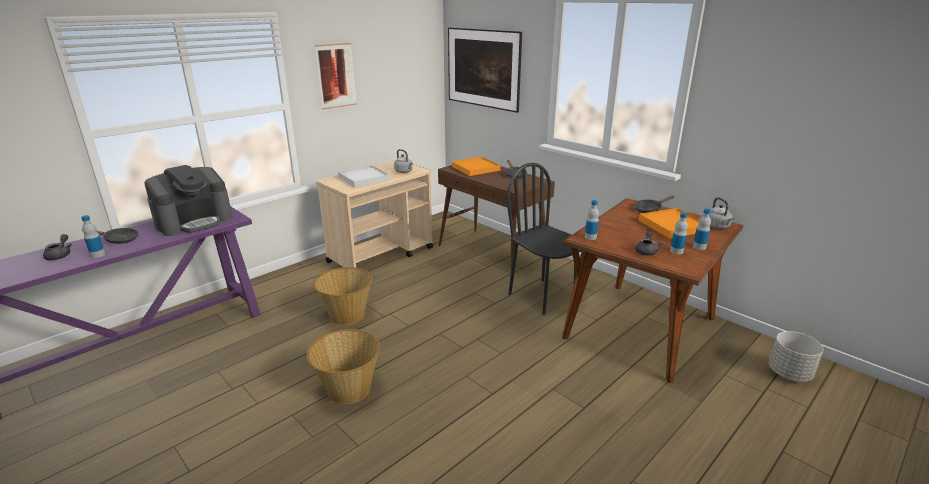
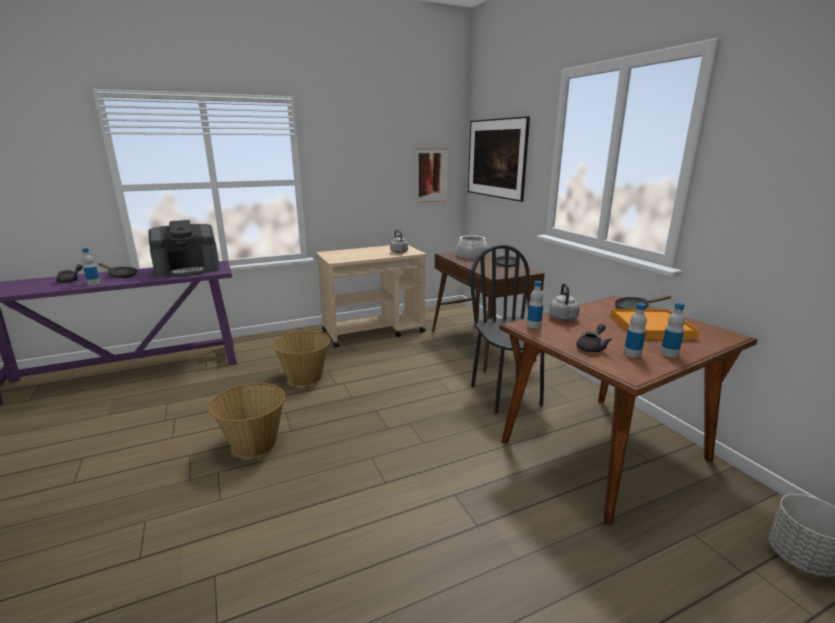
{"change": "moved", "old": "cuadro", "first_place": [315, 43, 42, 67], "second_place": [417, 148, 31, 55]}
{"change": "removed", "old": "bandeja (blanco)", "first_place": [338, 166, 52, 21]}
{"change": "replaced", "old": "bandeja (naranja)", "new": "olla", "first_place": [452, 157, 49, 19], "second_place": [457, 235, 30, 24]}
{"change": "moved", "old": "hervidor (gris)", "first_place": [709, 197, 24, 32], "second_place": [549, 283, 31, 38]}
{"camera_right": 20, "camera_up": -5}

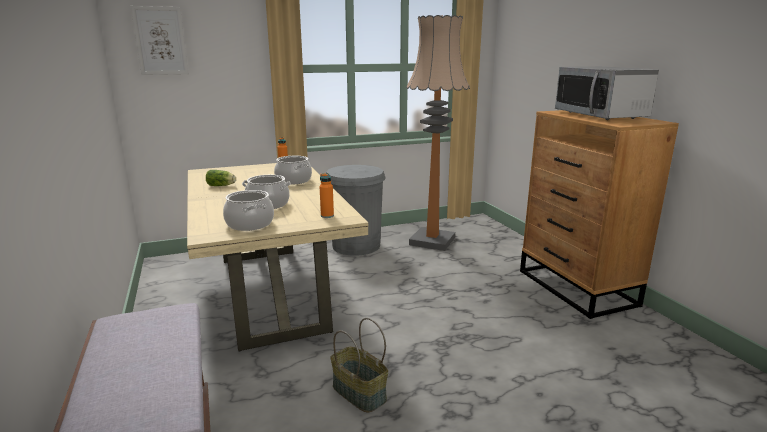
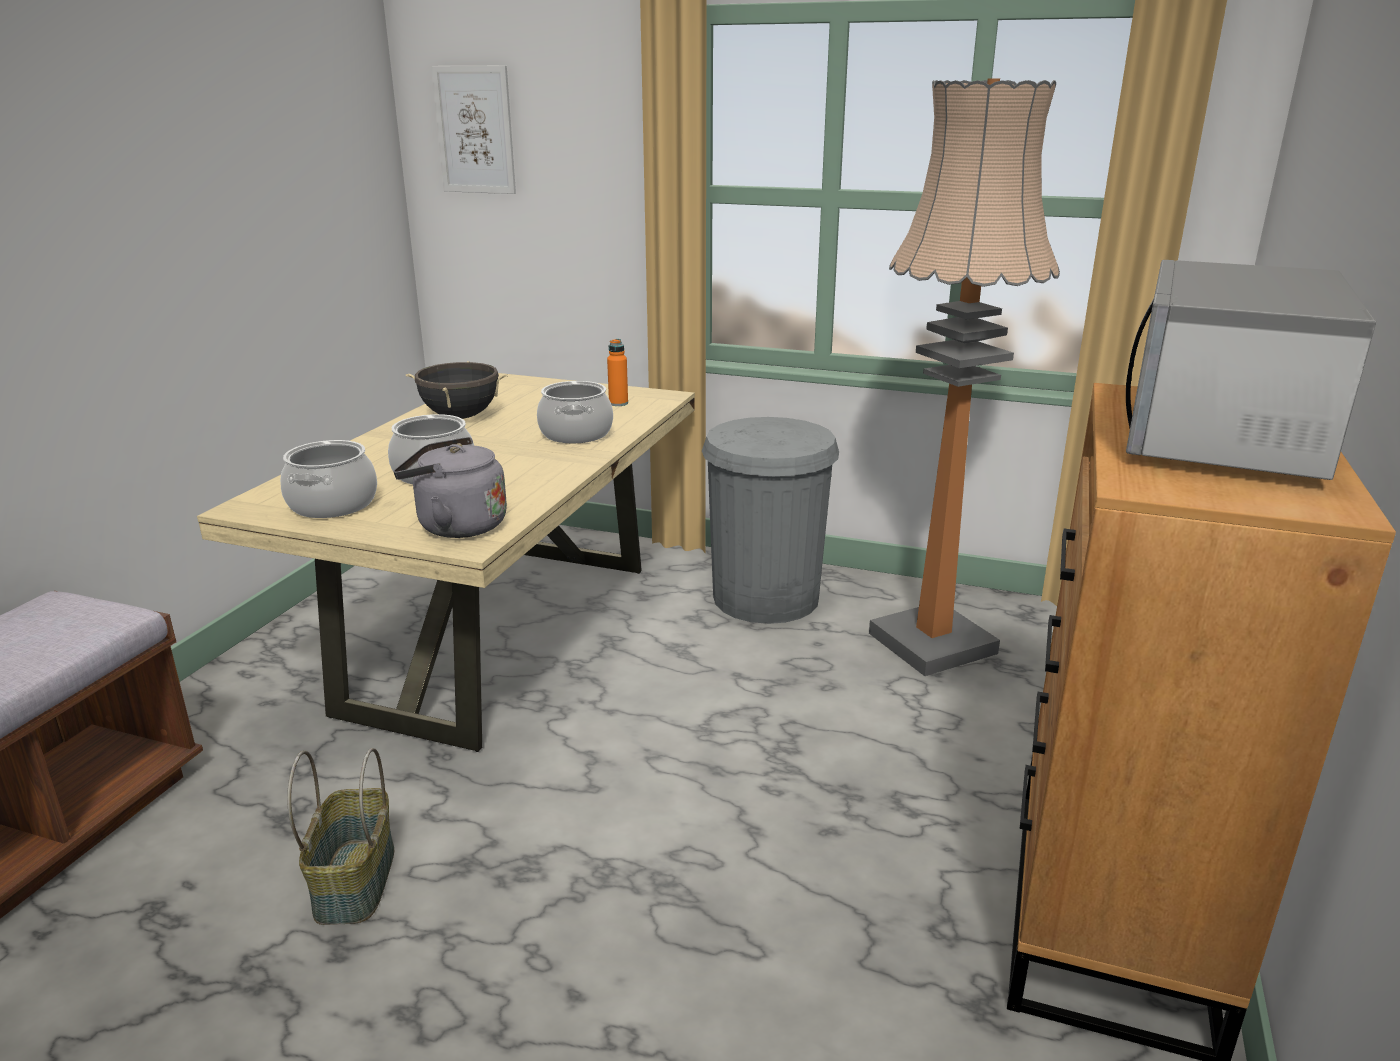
{"change": "replaced", "old": "lechuga", "new": "olla (negro)", "first_place": [206, 170, 30, 16], "second_place": [406, 361, 102, 58]}
{"change": "replaced", "old": "botella (naranja)", "new": "hervidor (gris)", "first_place": [320, 173, 14, 45], "second_place": [393, 437, 114, 101]}
{"camera_right": 40, "camera_up": 5}

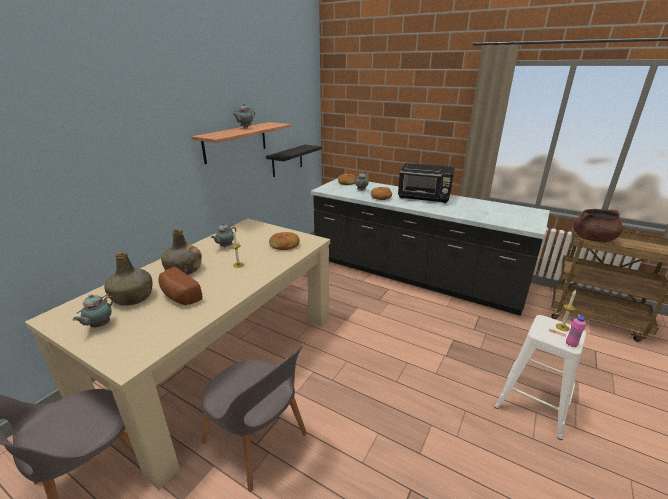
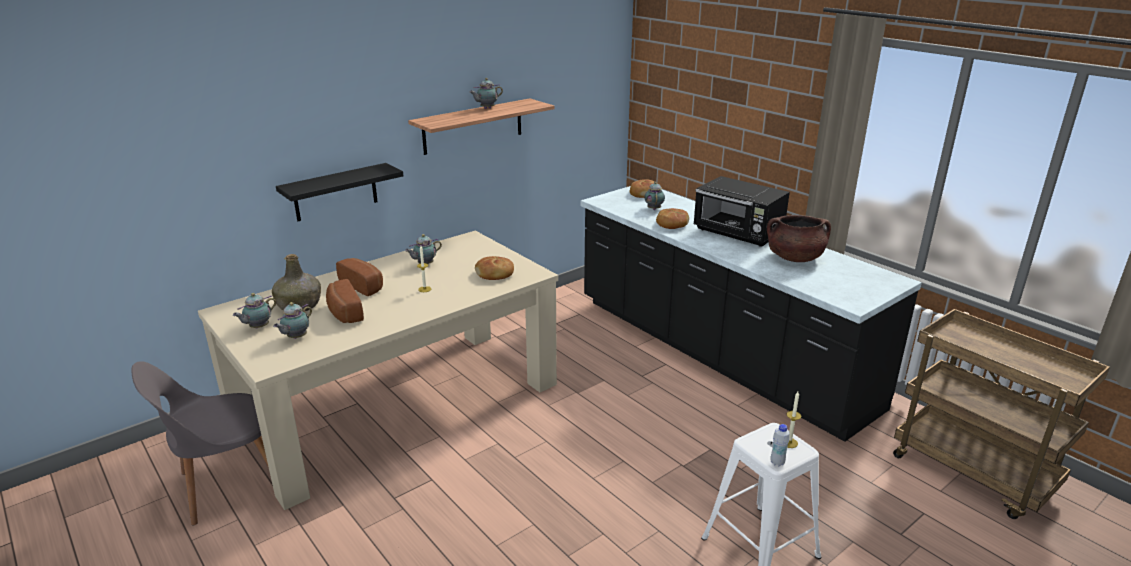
{"change": "replaced", "old": "botella (verde)", "new": "pan", "first_place": [161, 229, 41, 46], "second_place": [336, 258, 47, 38]}
{"change": "removed", "old": "silla (gris)", "first_place": [202, 346, 105, 146]}
{"change": "moved", "old": "estante (negro)", "first_place": [266, 145, 56, 32], "second_place": [276, 163, 127, 58]}
{"change": "recoloured", "old": "botella (rosa)", "new": "botella (blanco)", "first_place": [566, 316, 20, 31], "second_place": [771, 424, 19, 42]}
{"change": "moved", "old": "olla (marrón)", "first_place": [574, 209, 49, 33], "second_place": [767, 215, 64, 47]}
{"change": "added", "new": "tetera", "second_place": [273, 302, 39, 37]}
{"camera_right": 20, "camera_up": 0}

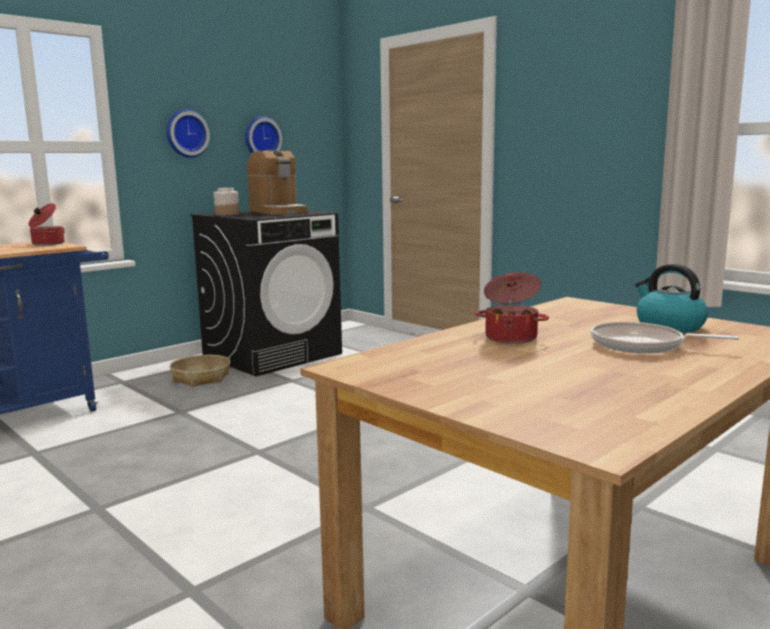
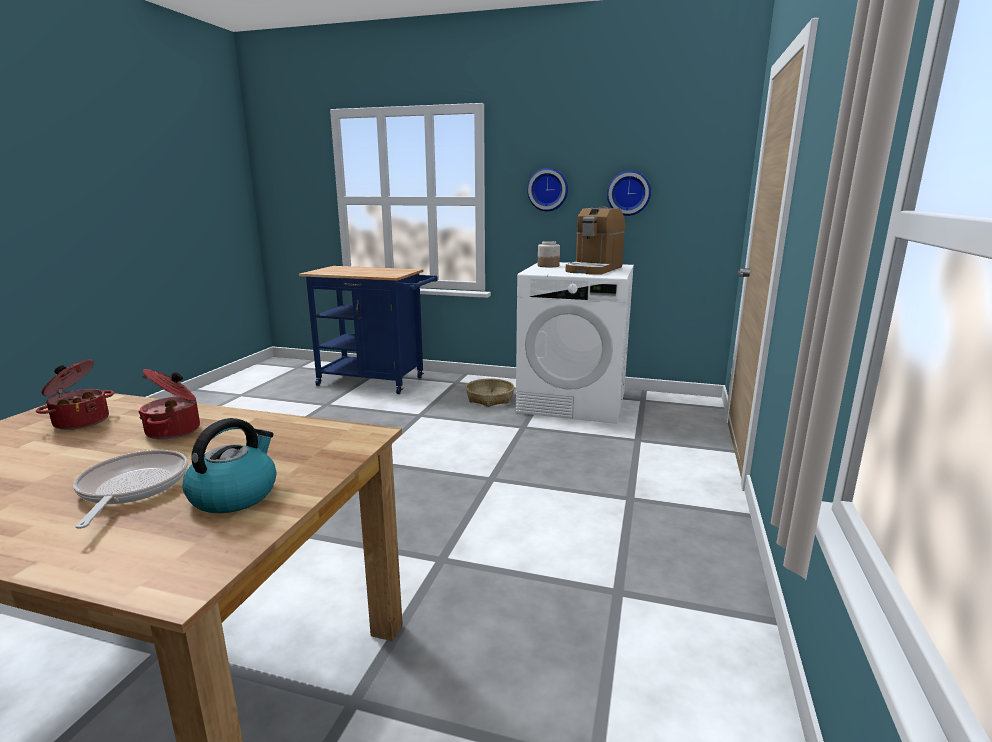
{"change": "moved", "old": "olla", "first_place": [29, 203, 36, 43], "second_place": [36, 359, 78, 71]}
{"change": "recoloured", "old": "lavadora (negro)", "new": "lavadora (blanco)", "first_place": [190, 210, 152, 166], "second_place": [516, 262, 118, 162]}
{"camera_right": 60, "camera_up": 5}

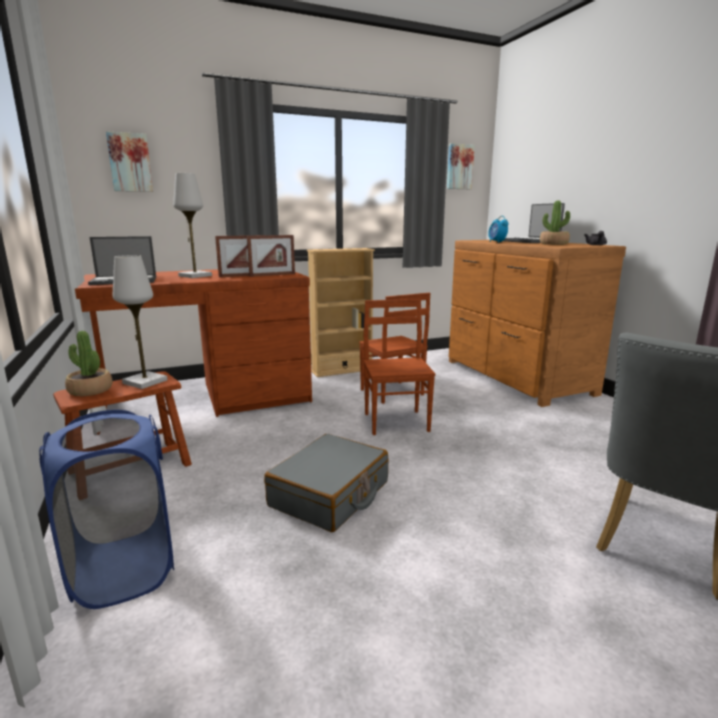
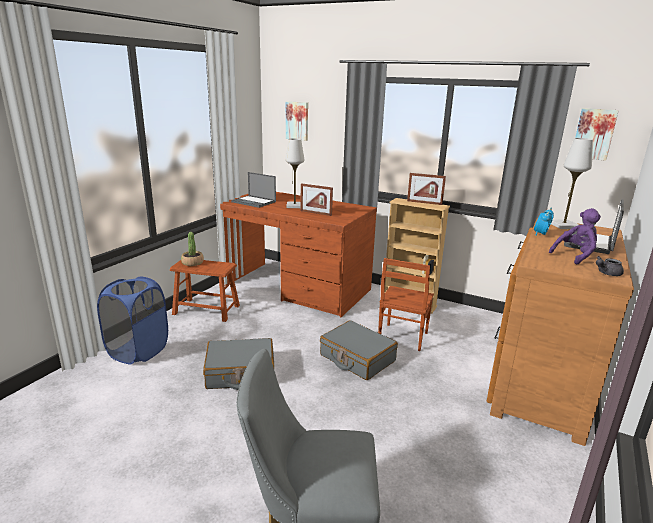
{"change": "moved", "old": "lámpara de mesa (blanco)", "first_place": [113, 255, 55, 134], "second_place": [551, 138, 42, 91]}
{"change": "moved", "old": "portarretratos", "first_place": [247, 235, 48, 42], "second_place": [407, 173, 39, 32]}
{"change": "replaced", "old": "silla (marrón)", "new": "maleta (gris)", "first_place": [364, 299, 72, 136], "second_place": [320, 320, 78, 60]}
{"change": "replaced", "old": "planta en maceta", "new": "peluche (morado)", "first_place": [540, 200, 30, 45], "second_place": [549, 208, 52, 57]}
{"camera_right": 50, "camera_up": 5}

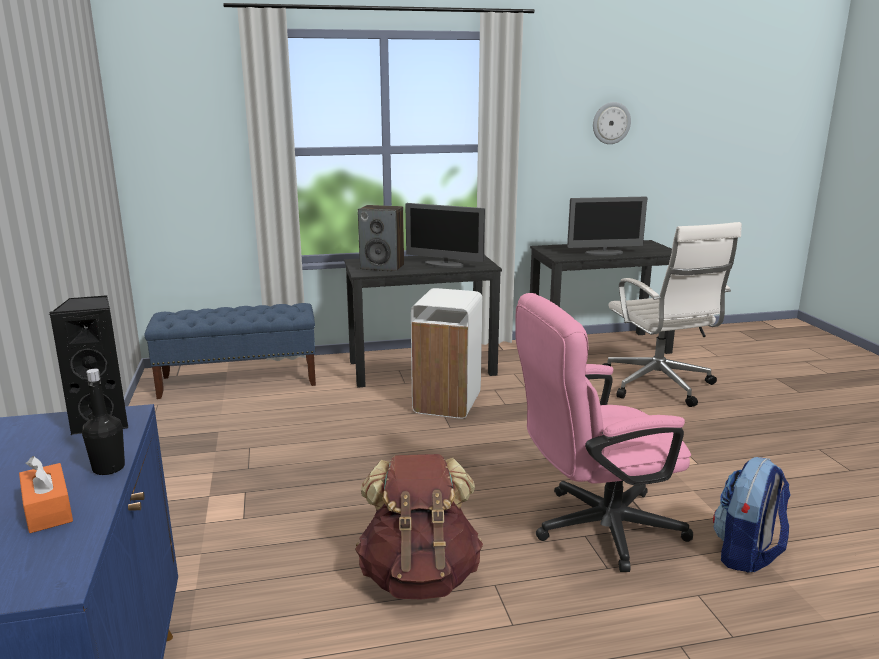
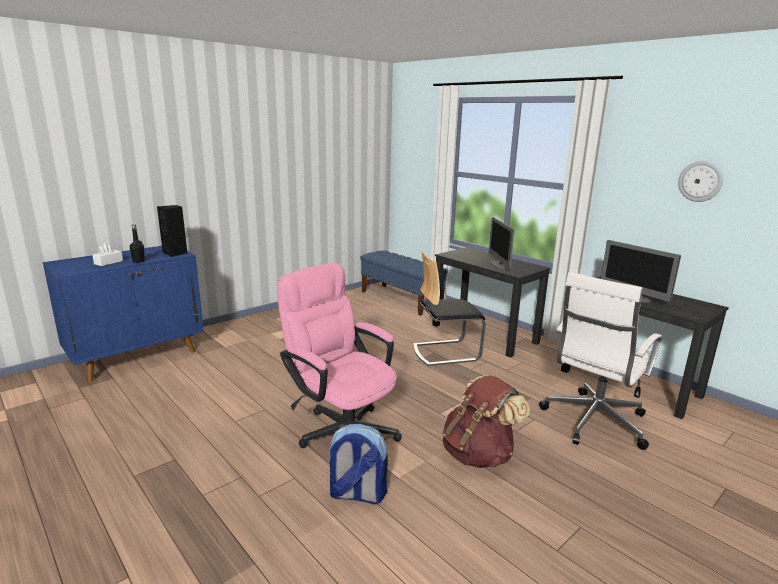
{"change": "recoloured", "old": "caja de pañuelos (naranja)", "new": "caja de pañuelos (blanco)", "first_place": [19, 456, 54, 77], "second_place": [92, 243, 31, 23]}
{"change": "moved", "old": "mochila (marrón)", "first_place": [355, 454, 128, 146], "second_place": [442, 375, 88, 93]}
{"change": "removed", "old": "altavoz", "first_place": [358, 205, 46, 67]}
{"change": "replaced", "old": "papelera (blanco)", "new": "silla", "first_place": [411, 288, 71, 130], "second_place": [413, 250, 73, 116]}
{"camera_right": 60, "camera_up": 0}

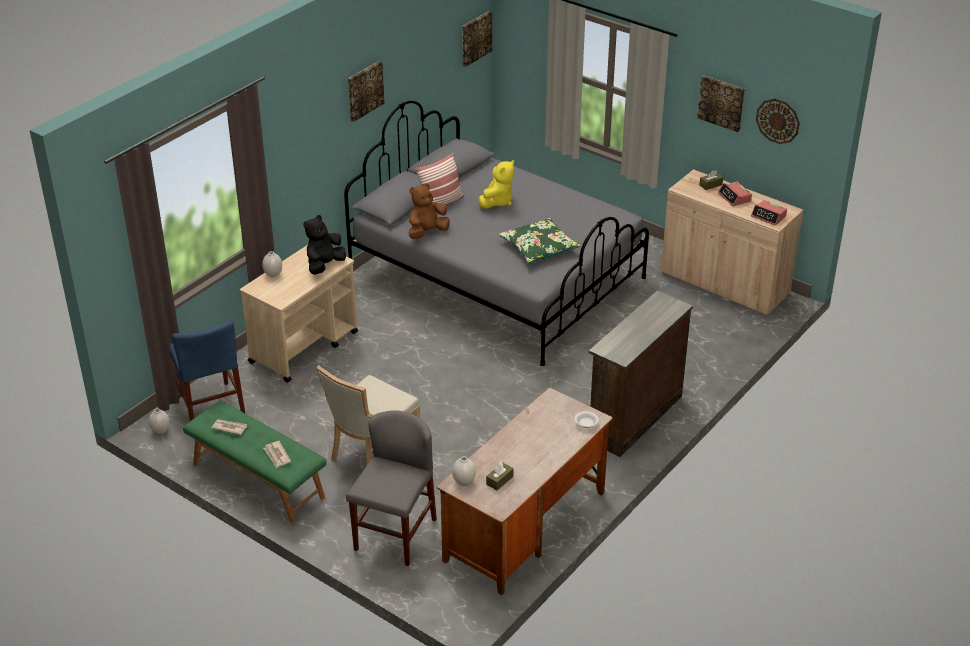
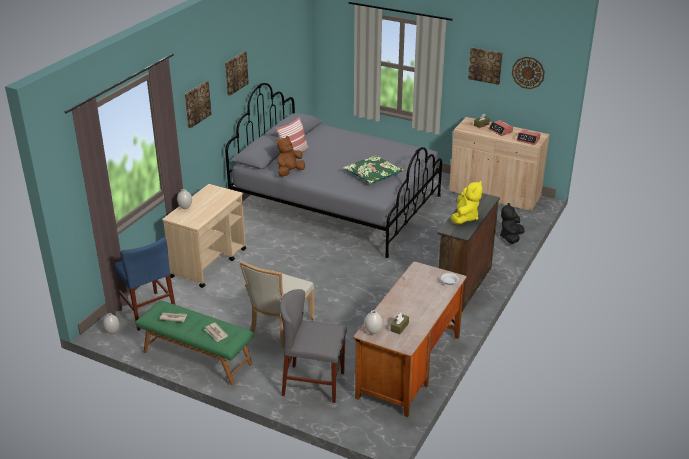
{"change": "moved", "old": "peluche (negro)", "first_place": [303, 215, 43, 60], "second_place": [500, 203, 25, 41]}
{"change": "turned", "old": "silla (gris)", "first_place": [346, 410, 91, 156], "second_place": [280, 289, 67, 114], "degrees": -90}
{"change": "moved", "old": "cuadro", "first_place": [462, 11, 30, 56], "second_place": [185, 81, 27, 47]}
{"change": "moved", "old": "peluche (amarillo)", "first_place": [478, 160, 36, 49], "second_place": [451, 181, 32, 44]}
{"camera_right": -10, "camera_up": -5}

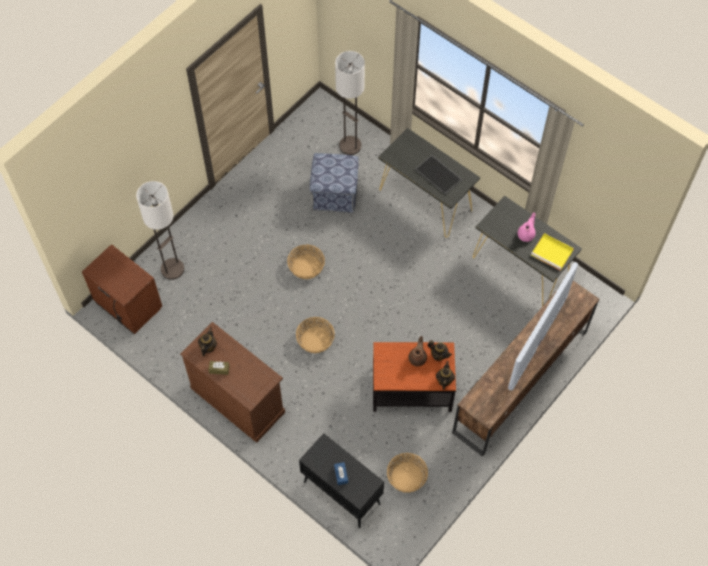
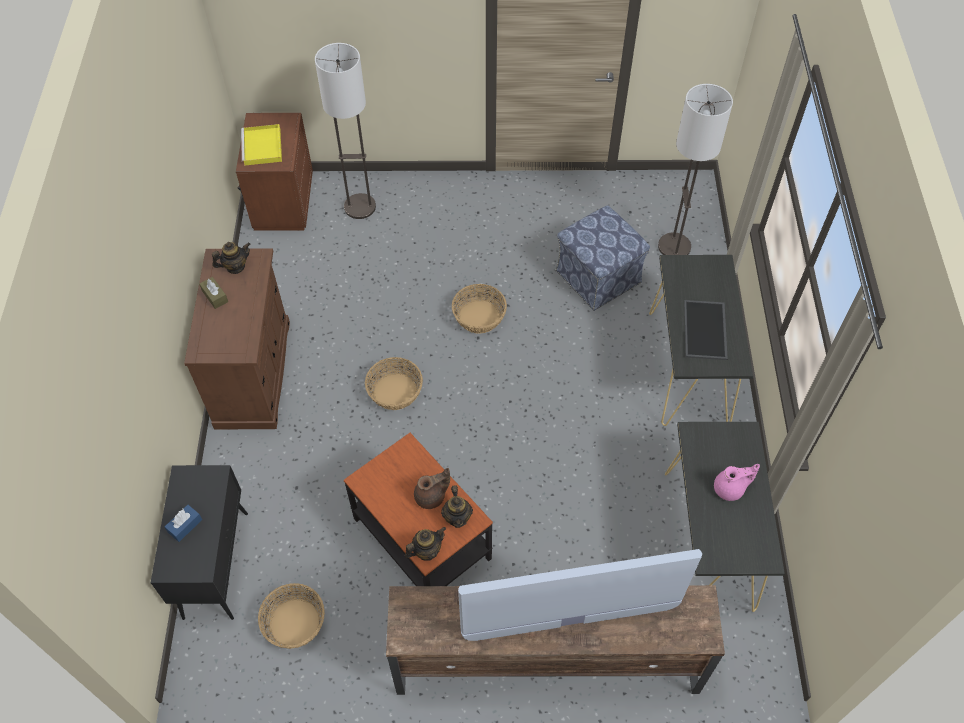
{"change": "moved", "old": "bandeja (amarillo)", "first_place": [531, 233, 43, 38], "second_place": [241, 124, 41, 42]}
{"camera_right": 50, "camera_up": -5}

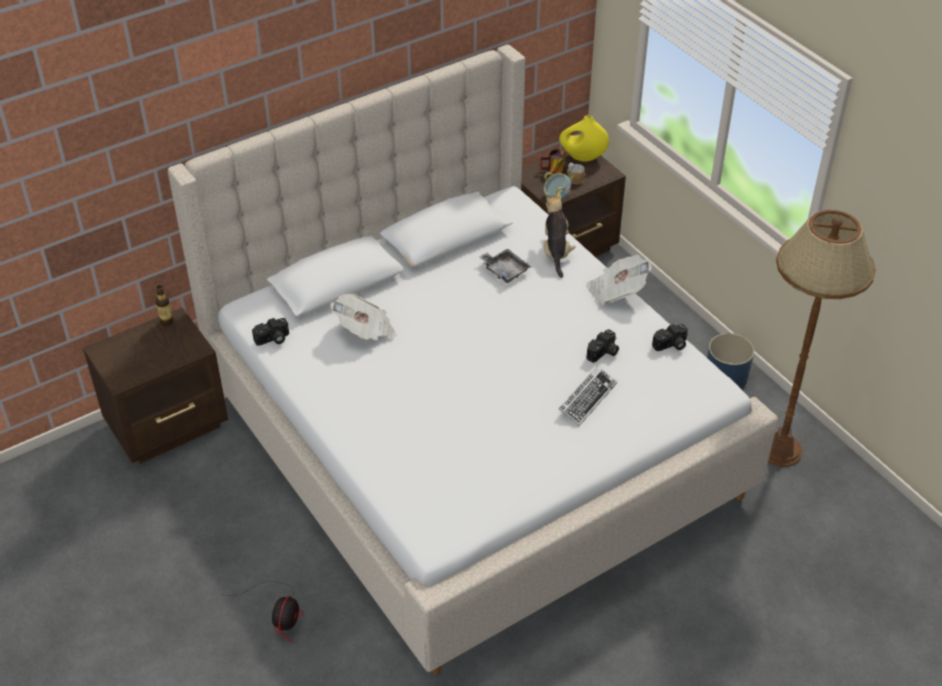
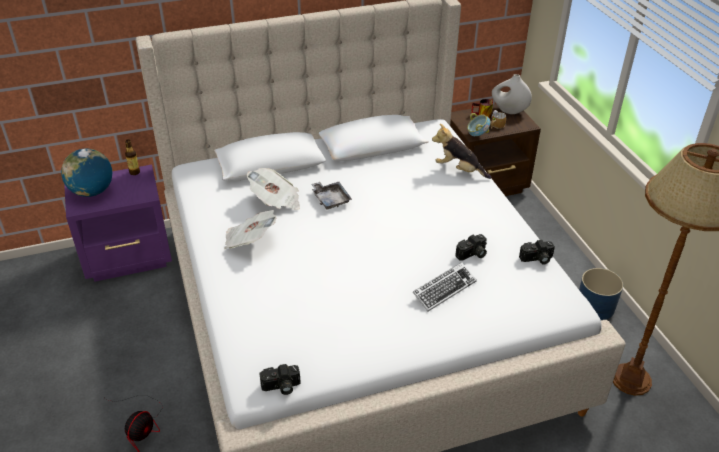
{"change": "recoloured", "old": "mesita de noche (marrón)", "new": "mesita de noche (morado)", "first_place": [83, 307, 145, 157], "second_place": [64, 165, 108, 117]}
{"change": "moved", "old": "cámara", "first_place": [252, 318, 37, 27], "second_place": [260, 364, 41, 31]}
{"change": "moved", "old": "bandeja (gris)", "first_place": [479, 248, 52, 35], "second_place": [311, 182, 41, 28]}
{"change": "turned", "old": "peluche", "first_place": [544, 192, 31, 86], "second_place": [432, 124, 59, 55], "degrees": -75}
{"change": "recoloured", "old": "florero (amarillo)", "new": "florero (blanco)", "first_place": [559, 115, 50, 47], "second_place": [492, 74, 40, 40]}
{"change": "moved", "old": "periódico", "first_place": [586, 255, 66, 50], "second_place": [224, 210, 52, 39]}
{"change": "added", "new": "globo terráqueo", "second_place": [61, 149, 51, 48]}
{"camera_right": 15, "camera_up": -5}

